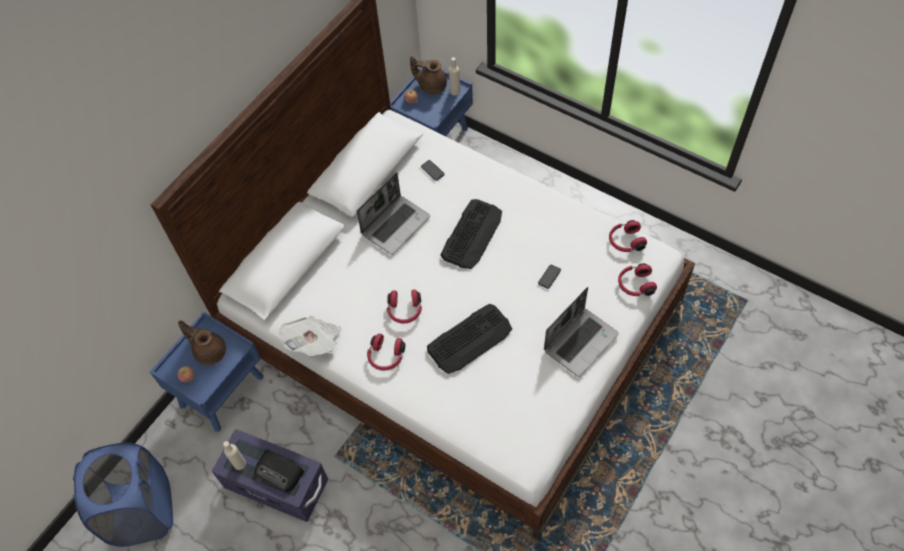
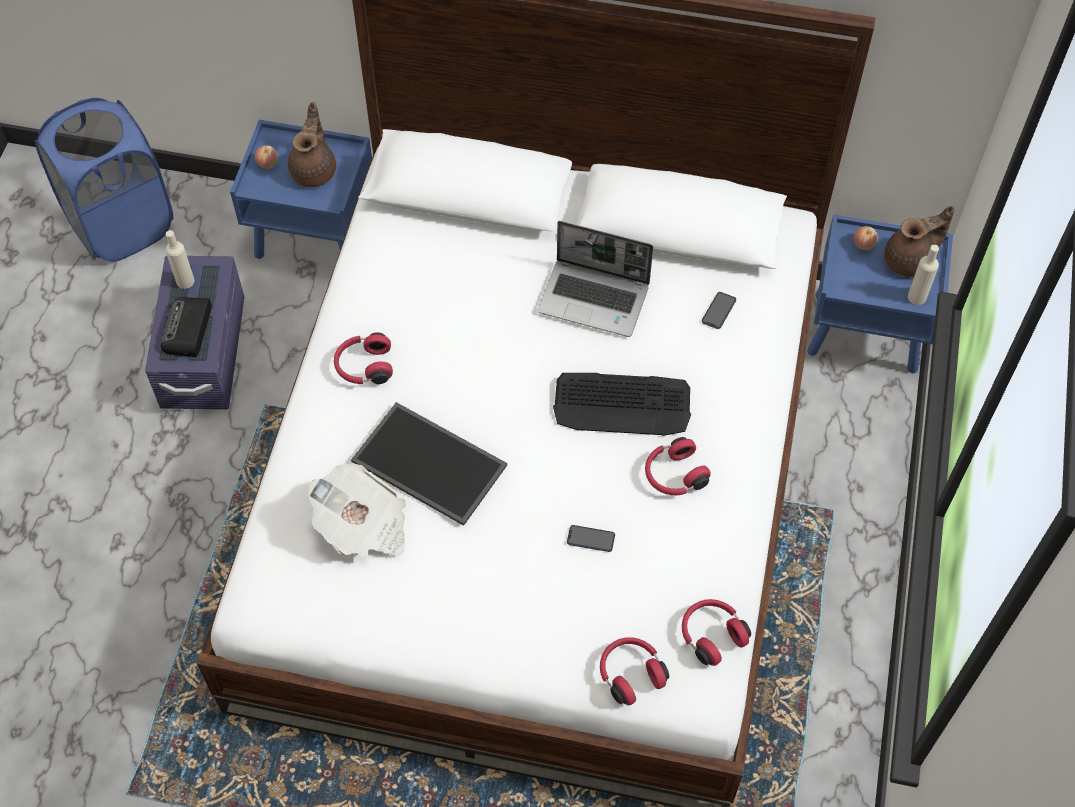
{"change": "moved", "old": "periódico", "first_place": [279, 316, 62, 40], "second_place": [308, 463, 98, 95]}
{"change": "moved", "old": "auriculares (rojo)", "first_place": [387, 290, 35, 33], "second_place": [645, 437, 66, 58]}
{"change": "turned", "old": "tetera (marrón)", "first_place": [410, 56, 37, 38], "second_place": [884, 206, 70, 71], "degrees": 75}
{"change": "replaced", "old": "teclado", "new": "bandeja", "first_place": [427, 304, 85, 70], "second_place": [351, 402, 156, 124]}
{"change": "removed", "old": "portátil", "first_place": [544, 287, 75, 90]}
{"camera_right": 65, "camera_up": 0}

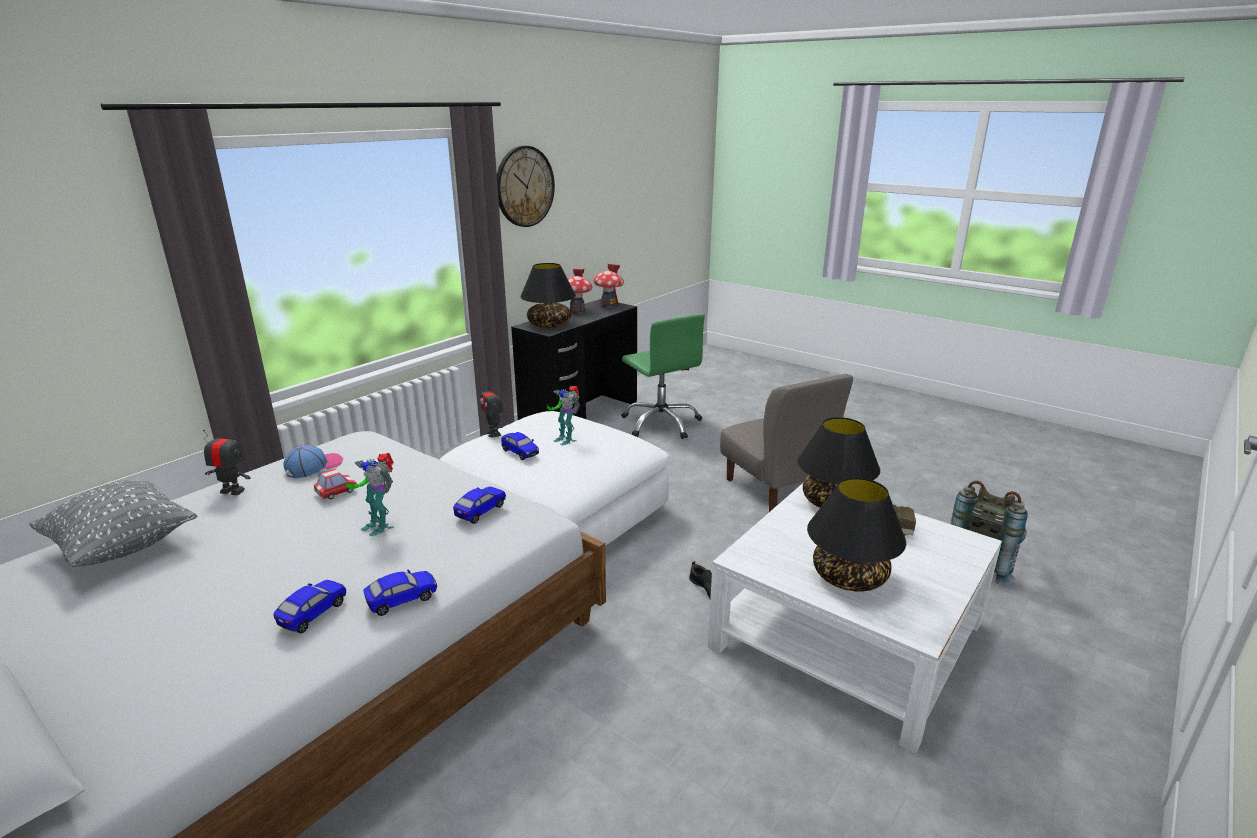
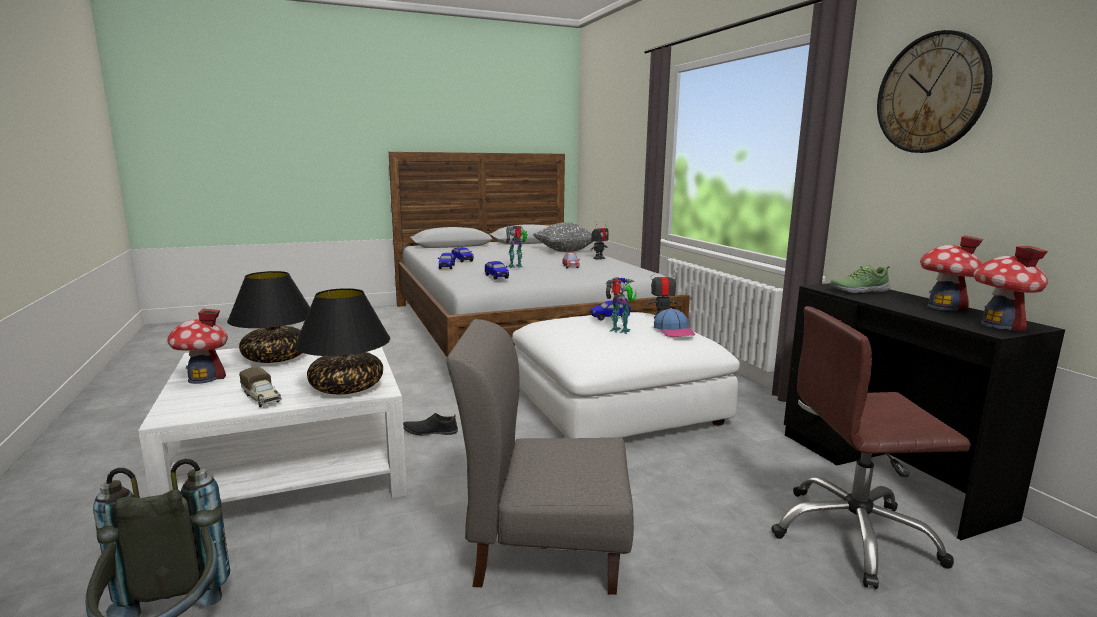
{"change": "moved", "old": "gorra", "first_place": [284, 445, 59, 33], "second_place": [654, 308, 42, 29]}
{"change": "replaced", "old": "lámpara de mesa (negro)", "new": "zapato", "first_place": [520, 263, 56, 65], "second_place": [831, 265, 59, 28]}
{"change": "turned", "old": "robot de juguete", "first_place": [547, 386, 33, 59], "second_place": [606, 277, 30, 57], "degrees": 45}
{"change": "recoloured", "old": "silla de oficina (verde)", "new": "silla de oficina (marrón)", "first_place": [621, 314, 84, 125], "second_place": [771, 306, 200, 283]}
{"change": "added", "new": "casita", "second_place": [167, 309, 61, 75]}
{"camera_right": 120, "camera_up": -10}

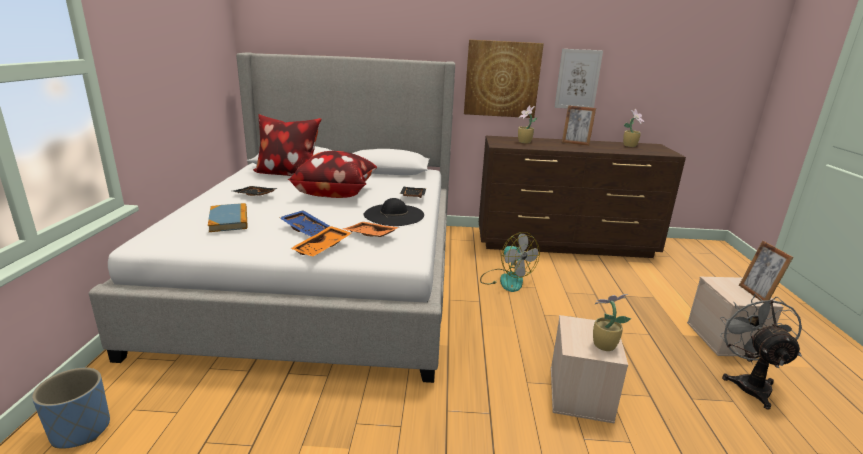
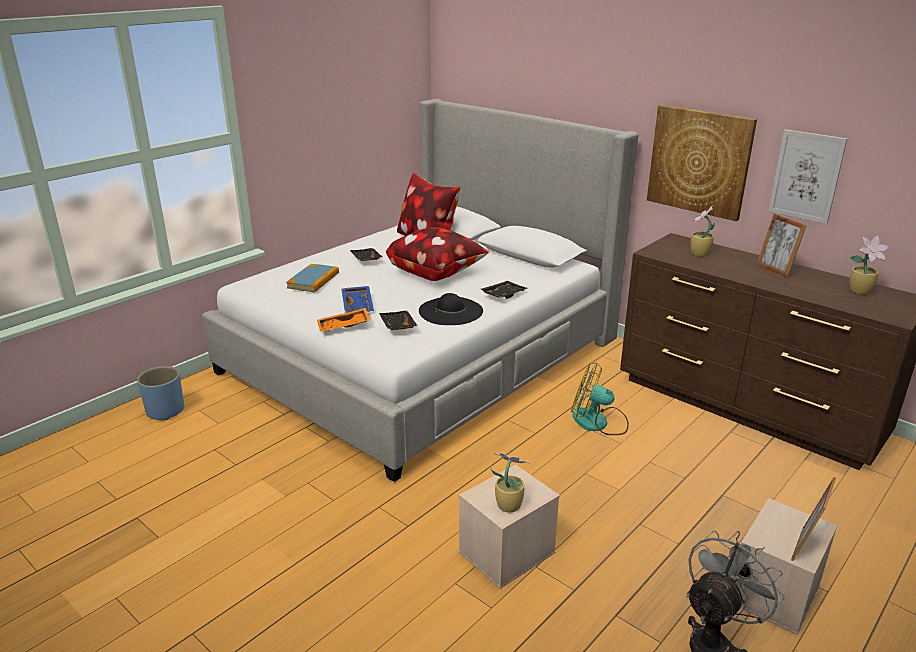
{"change": "recoloured", "old": "bandeja (naranja)", "new": "bandeja (negro)", "first_place": [343, 222, 57, 15], "second_place": [379, 311, 39, 19]}
{"change": "turned", "old": "ventilador", "first_place": [480, 232, 60, 60], "second_place": [571, 363, 58, 72], "degrees": 105}
{"camera_right": 40, "camera_up": 5}

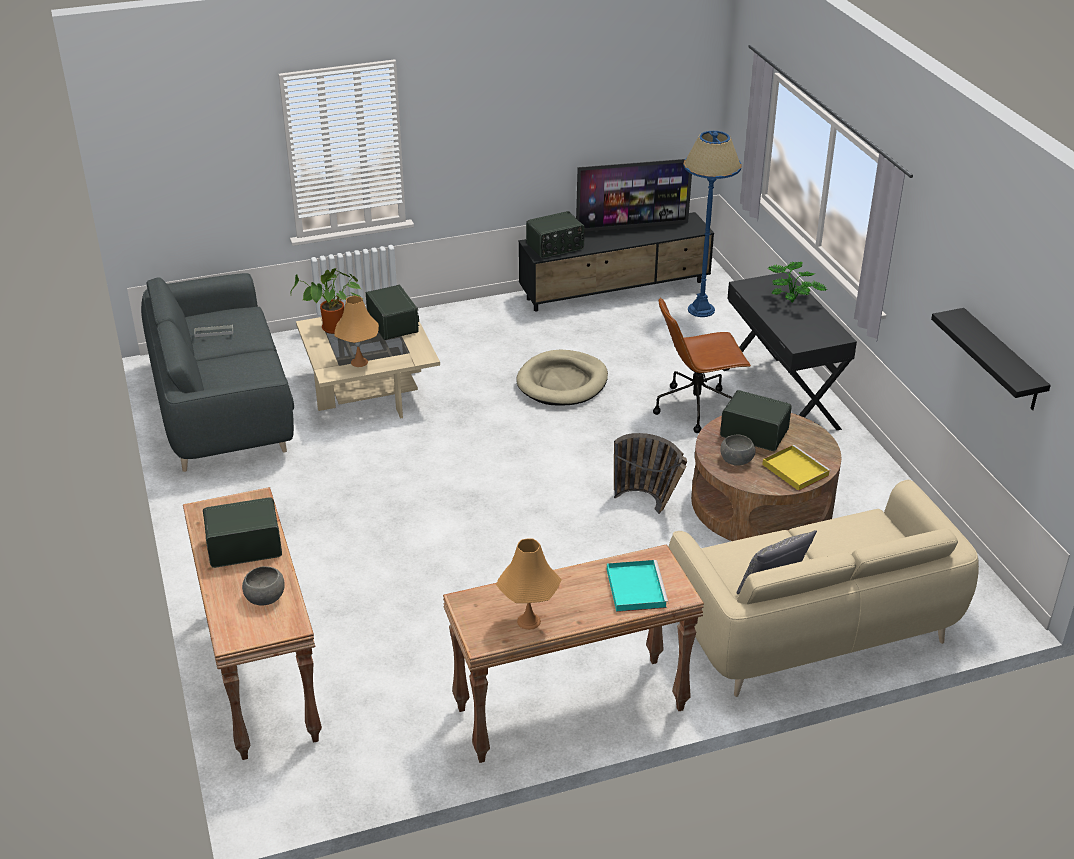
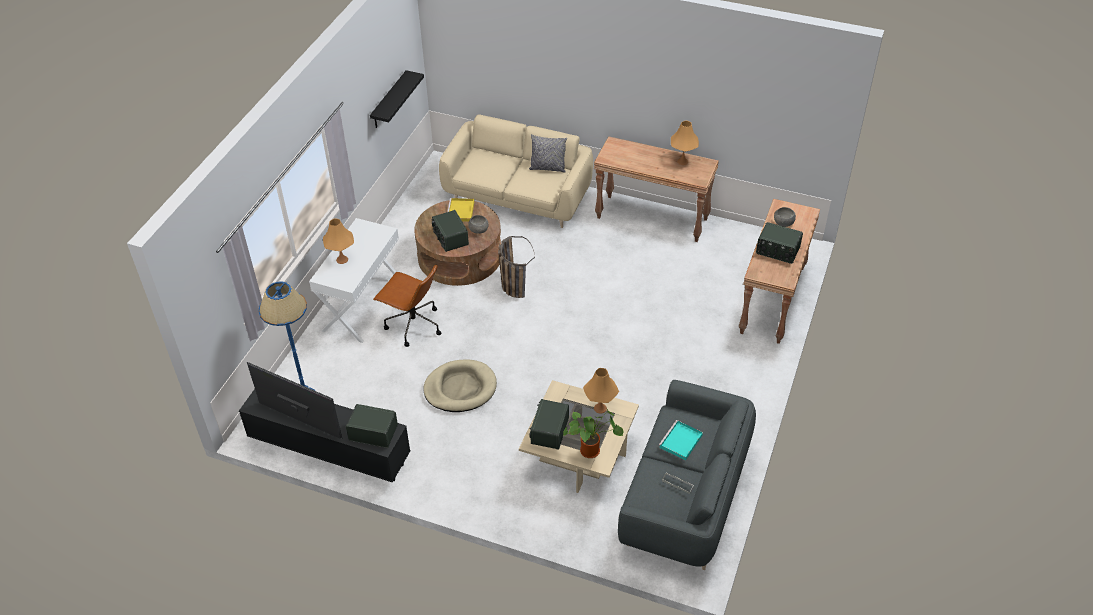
{"change": "moved", "old": "bandeja (turquesa)", "first_place": [607, 560, 62, 52], "second_place": [659, 420, 44, 40]}
{"change": "recoloured", "old": "escritorio (negro)", "new": "escritorio (blanco)", "first_place": [723, 271, 134, 159], "second_place": [309, 218, 90, 125]}
{"change": "replaced", "old": "planta en maceta", "new": "lámpara de mesa (naranja)", "first_place": [768, 261, 59, 41], "second_place": [323, 218, 31, 46]}
{"camera_right": -140, "camera_up": 10}

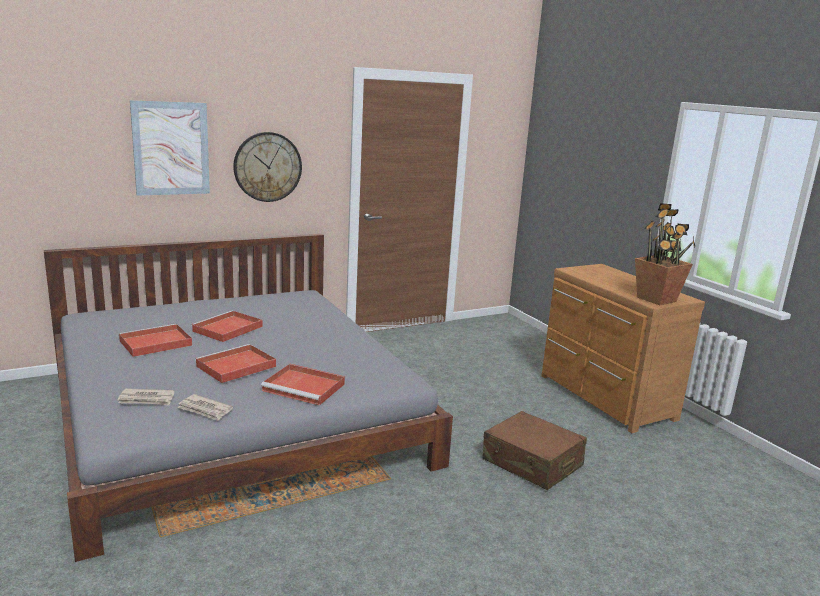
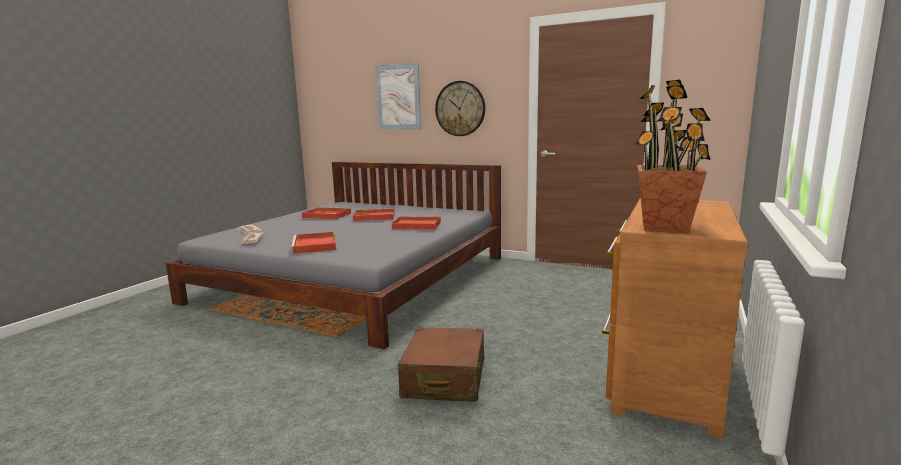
{"change": "moved", "old": "bandeja (rojo)", "first_place": [195, 344, 81, 39], "second_place": [392, 216, 49, 14]}
{"camera_right": 55, "camera_up": -5}

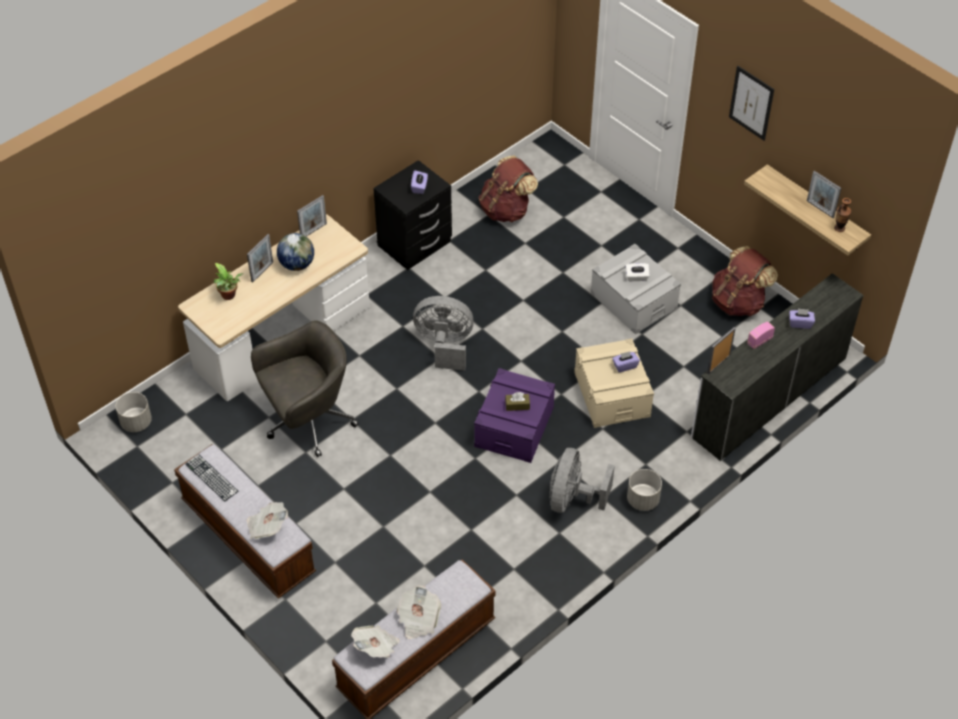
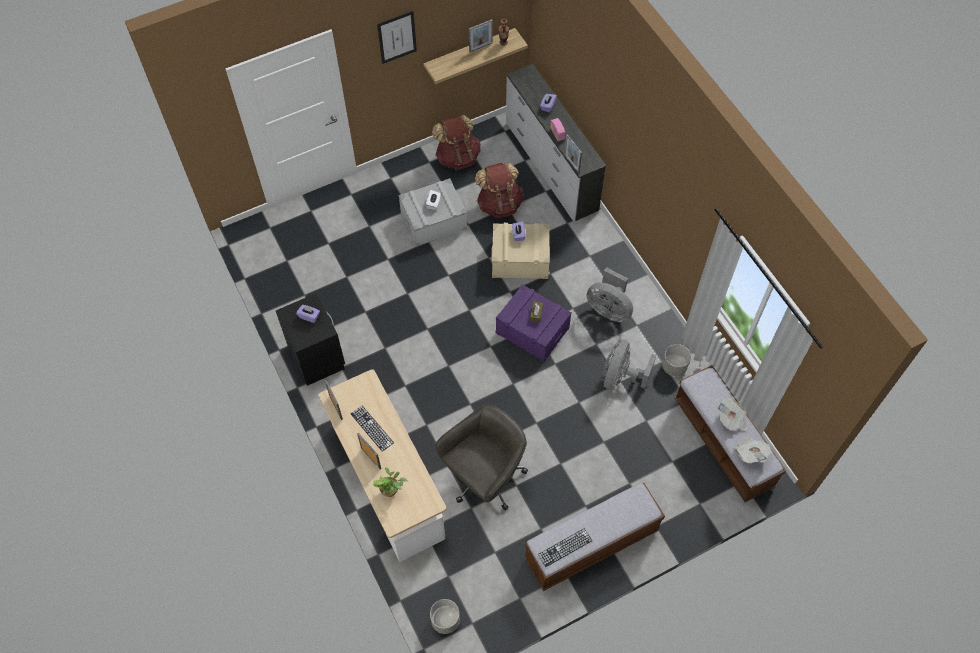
{"change": "removed", "old": "periódico", "first_place": [247, 502, 41, 37]}
{"change": "turned", "old": "silla de oficina (gris)", "first_place": [251, 320, 108, 137], "second_place": [436, 404, 92, 106], "degrees": 60}
{"change": "replaced", "old": "globo terráqueo", "new": "teclado", "first_place": [277, 233, 37, 38], "second_place": [351, 406, 43, 46]}
{"change": "moved", "old": "ventilador (gris)", "first_place": [413, 296, 61, 75], "second_place": [603, 339, 54, 51]}
{"change": "moved", "old": "mochila (marrón)", "first_place": [479, 156, 59, 66], "second_place": [475, 163, 49, 55]}
{"change": "moved", "old": "maceta (gris)", "first_place": [627, 469, 35, 42], "second_place": [662, 344, 29, 32]}
{"camera_right": -75, "camera_up": 10}

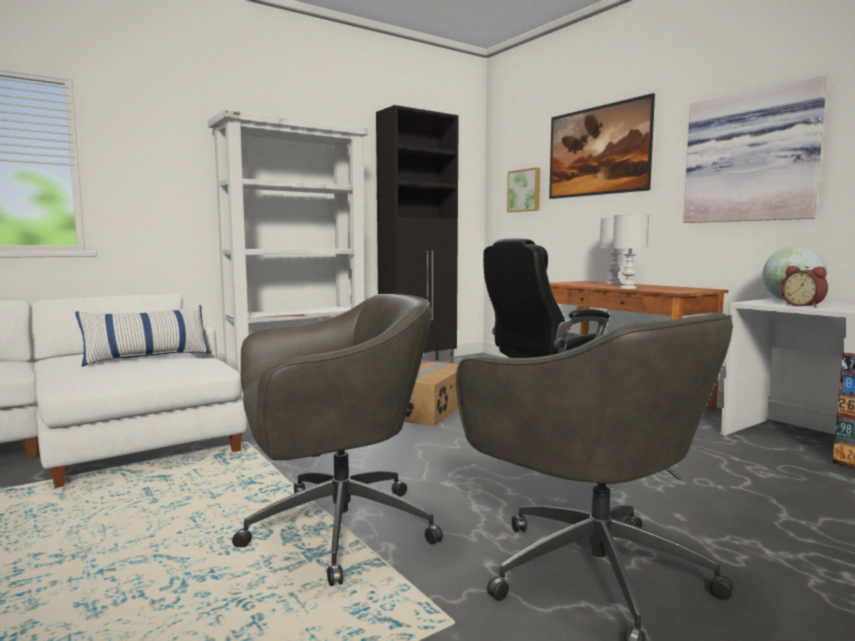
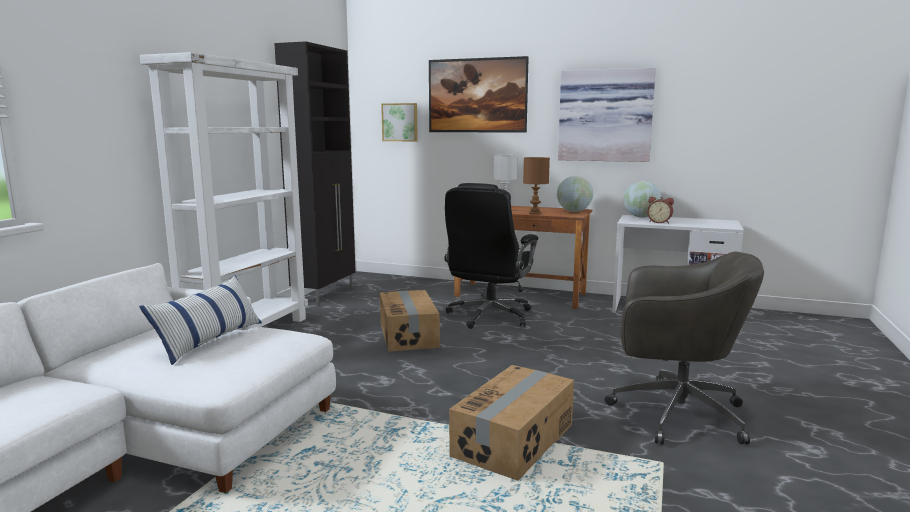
{"change": "replaced", "old": "silla de oficina (gris)", "new": "caja de cartón", "first_place": [232, 294, 211, 292], "second_place": [449, 365, 125, 116]}
{"change": "recoloured", "old": "lámpara de mesa (blanco)", "new": "lámpara de mesa (marrón)", "first_place": [613, 215, 36, 74], "second_place": [523, 157, 27, 58]}
{"change": "added", "new": "globo terráqueo", "second_place": [557, 176, 36, 36]}
{"camera_right": -35, "camera_up": 5}

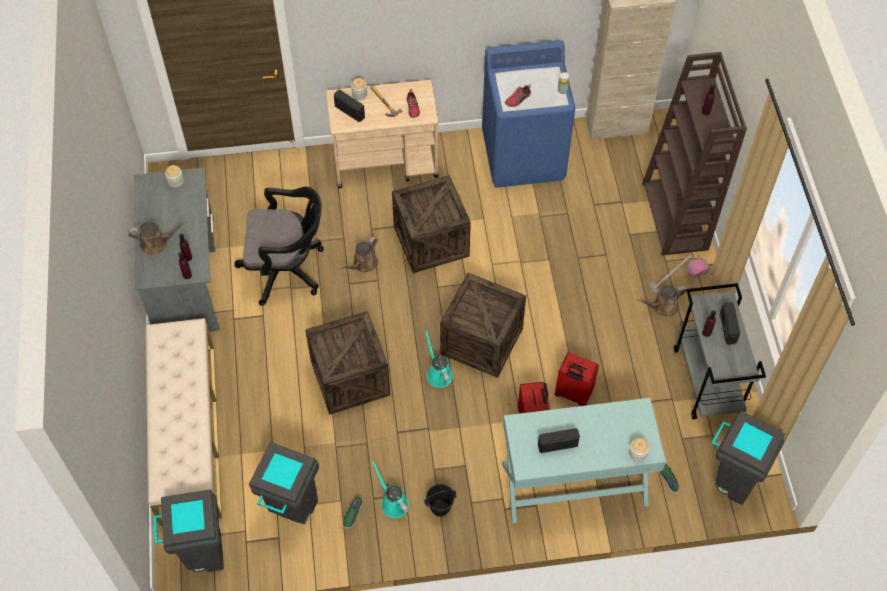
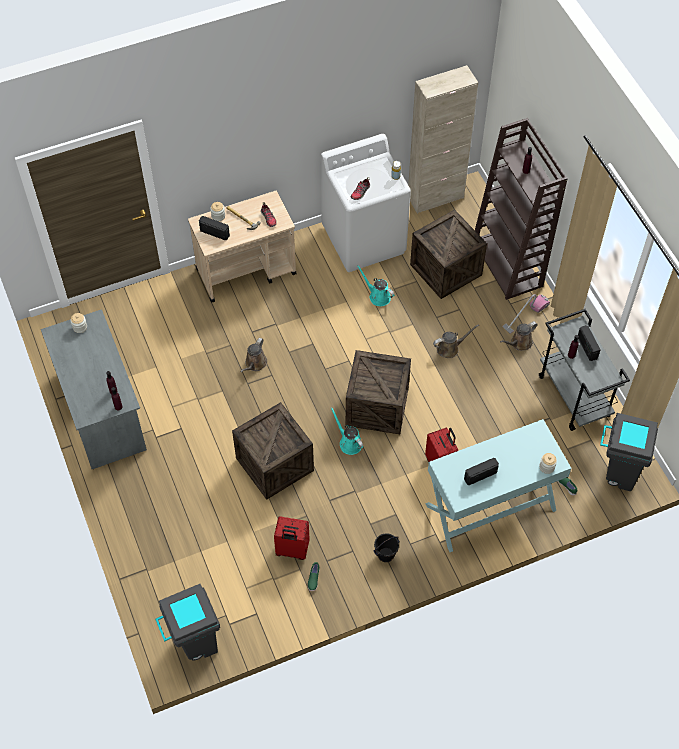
{"change": "moved", "old": "regadera (marrón)", "first_place": [129, 221, 57, 34], "second_place": [433, 324, 46, 34]}
{"change": "removed", "old": "banco (beis)", "first_place": [146, 318, 76, 208]}
{"change": "removed", "old": "silla de oficina (negro)", "first_place": [234, 187, 90, 119]}
{"change": "removed", "old": "papelera (gris)", "first_place": [249, 442, 70, 82]}
{"change": "moved", "old": "regadera (turquesa)", "first_place": [372, 461, 37, 57], "second_place": [357, 265, 37, 41]}
{"change": "moved", "old": "caja de embalaje", "first_place": [392, 175, 79, 98], "second_place": [410, 210, 77, 89]}
{"change": "recoloured", "old": "lavadora (azul)", "new": "lavadora (blanco)", "first_place": [482, 40, 93, 148], "second_place": [321, 134, 90, 138]}
{"change": "moved", "old": "maleta (rojo)", "first_place": [555, 352, 44, 54], "second_place": [274, 516, 36, 44]}
{"camera_right": -15, "camera_up": 0}

